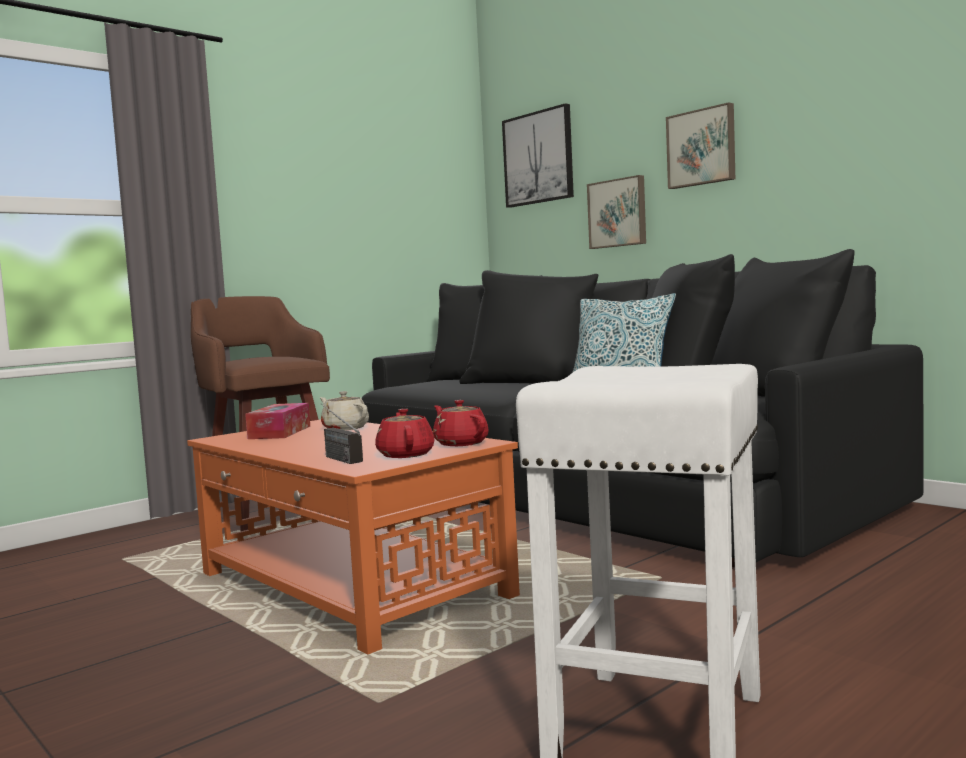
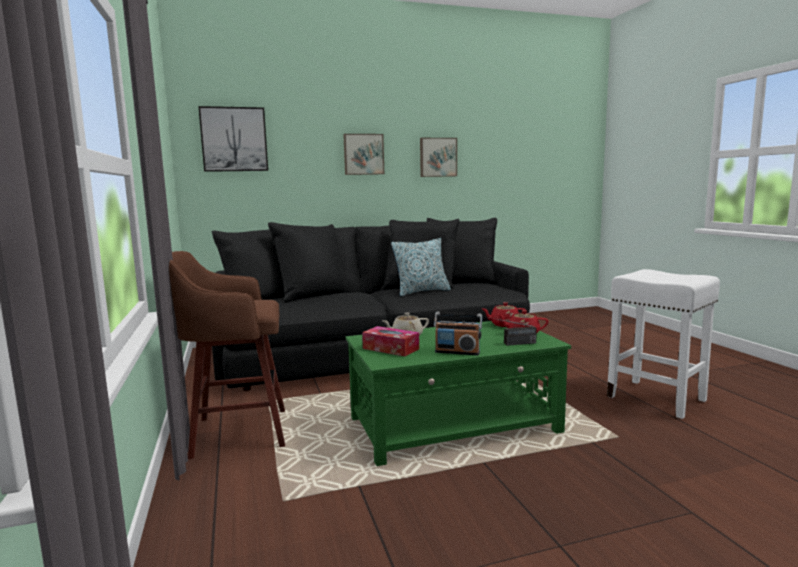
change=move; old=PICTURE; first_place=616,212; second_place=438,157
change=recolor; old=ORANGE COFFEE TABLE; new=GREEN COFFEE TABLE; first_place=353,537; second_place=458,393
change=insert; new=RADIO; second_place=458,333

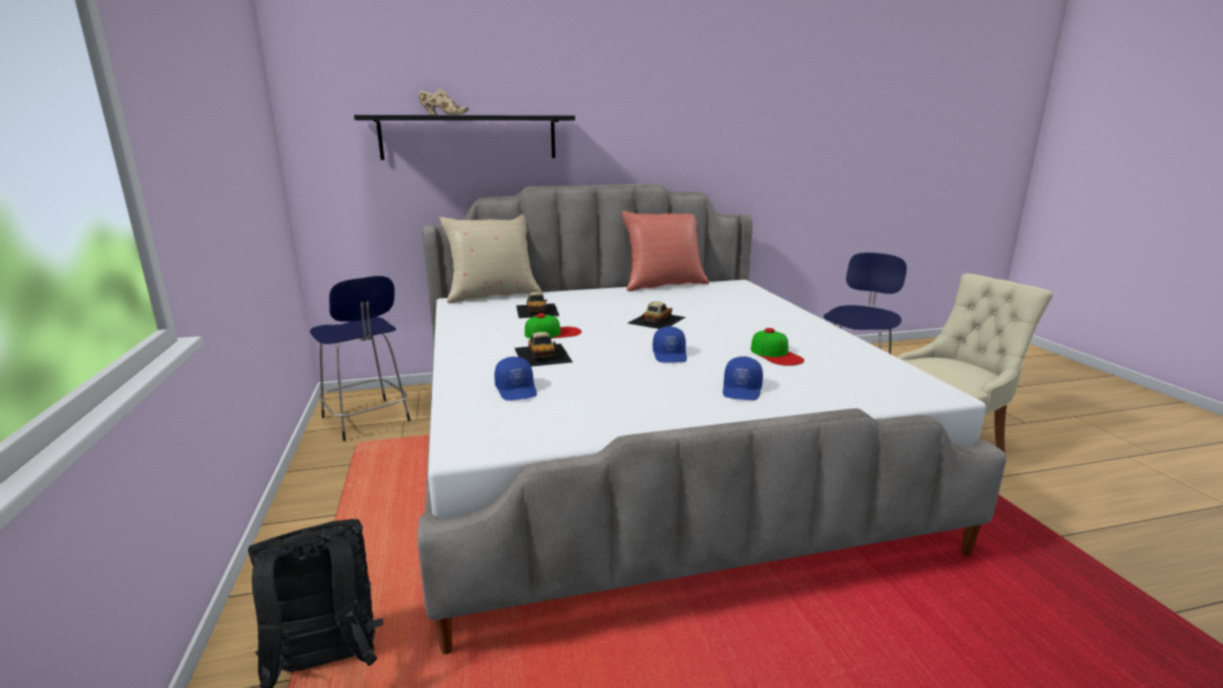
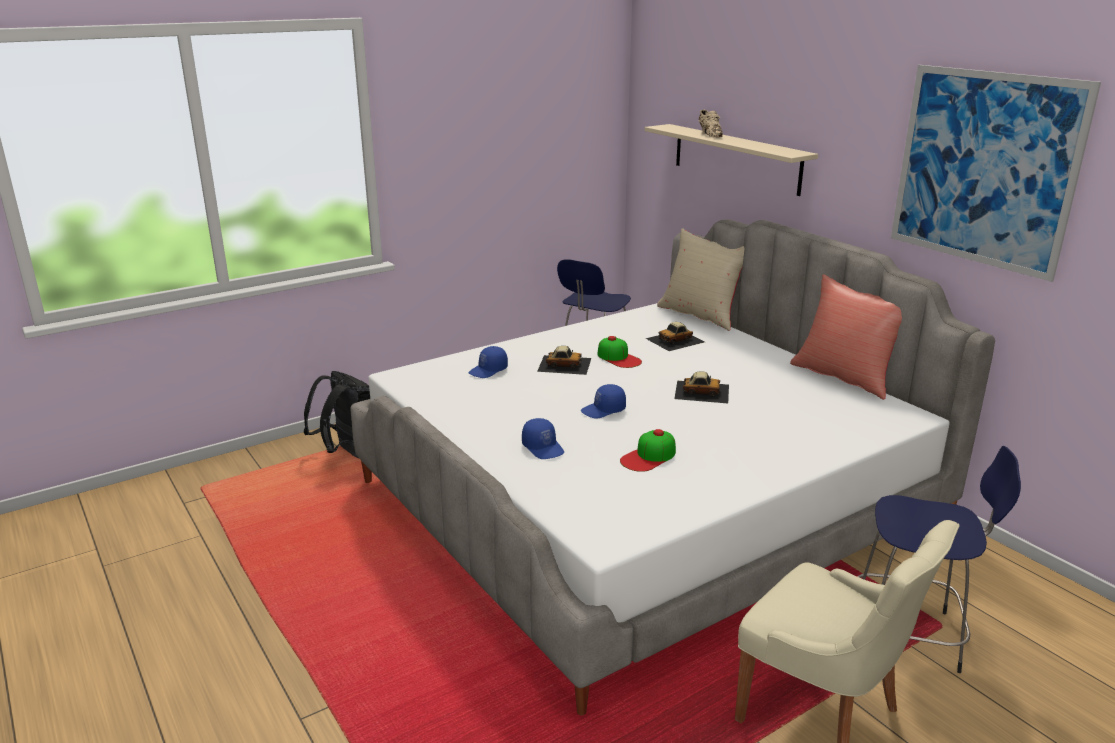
change=recolor; old=BLACK SHELF; new=BEIGE SHELF; first_place=464,137; second_place=731,160
change=rotate; old=TOY CAR; first_place=543,349; second_place=564,360; degrees=-135
change=rotate; old=BLUE CAP; first_place=743,378; second_place=543,438; degrees=-120
change=insert; new=PICTURE; second_place=996,173

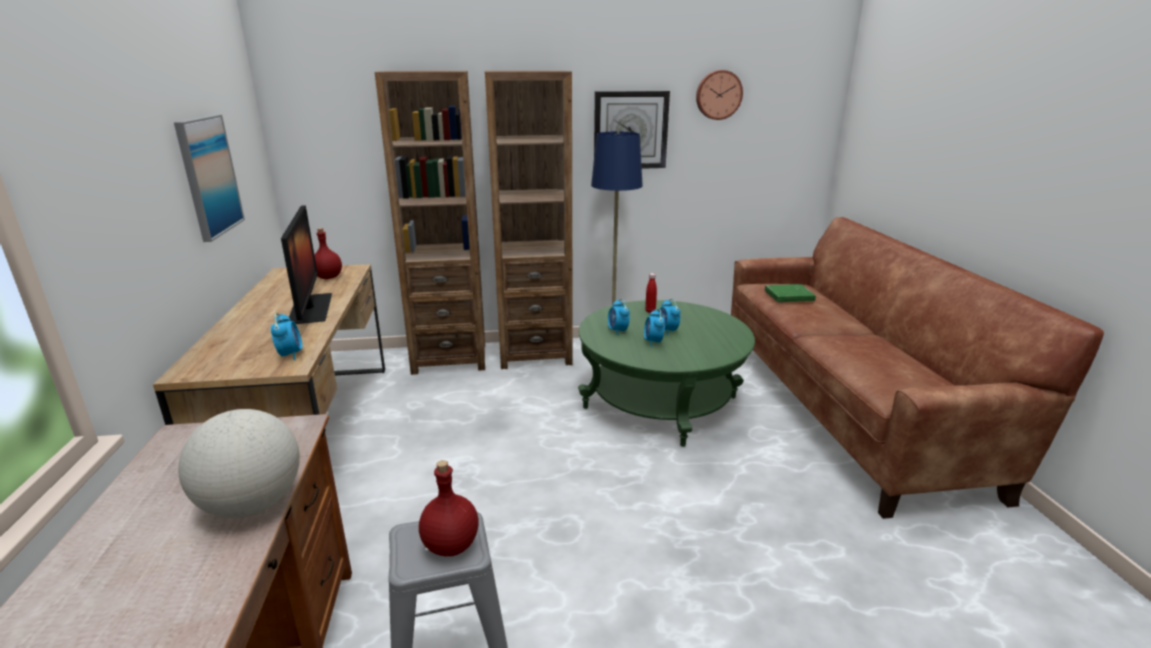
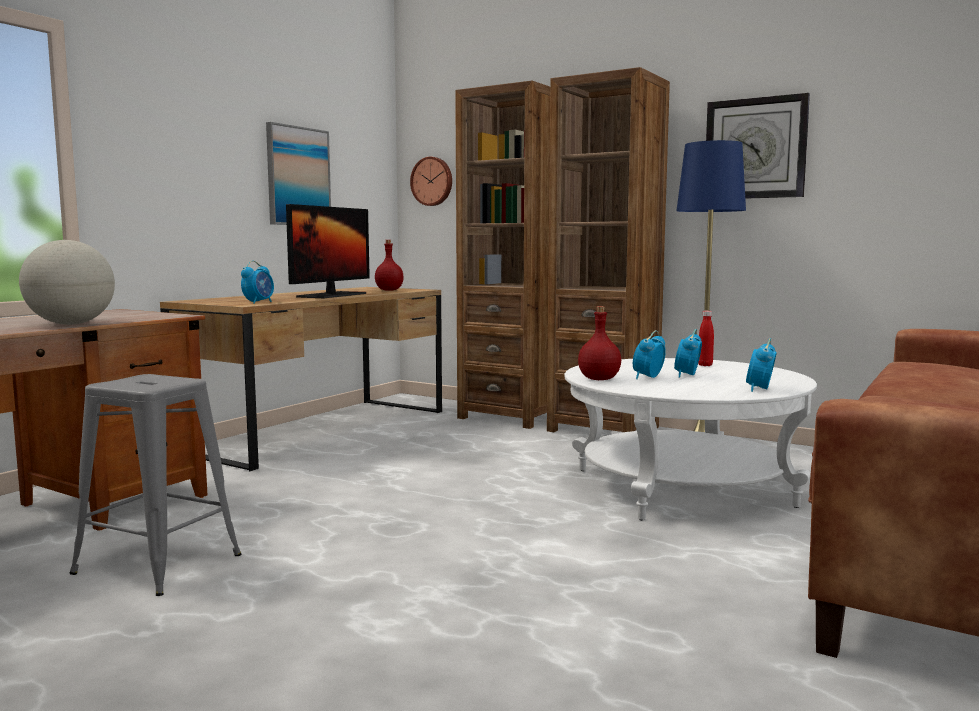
change=move; old=WALL CLOCK; first_place=719,95; second_place=431,181
change=delete; old=GREEN BOOK; first_place=790,293
change=move; old=ALARM CLOCK; first_place=619,317; second_place=761,365
change=recolor; old=GREEN COFFEE TABLE; new=WHITE COFFEE TABLE; first_place=666,373; second_place=690,439
change=move; old=RED BOTTLE; first_place=449,508; second_place=599,343

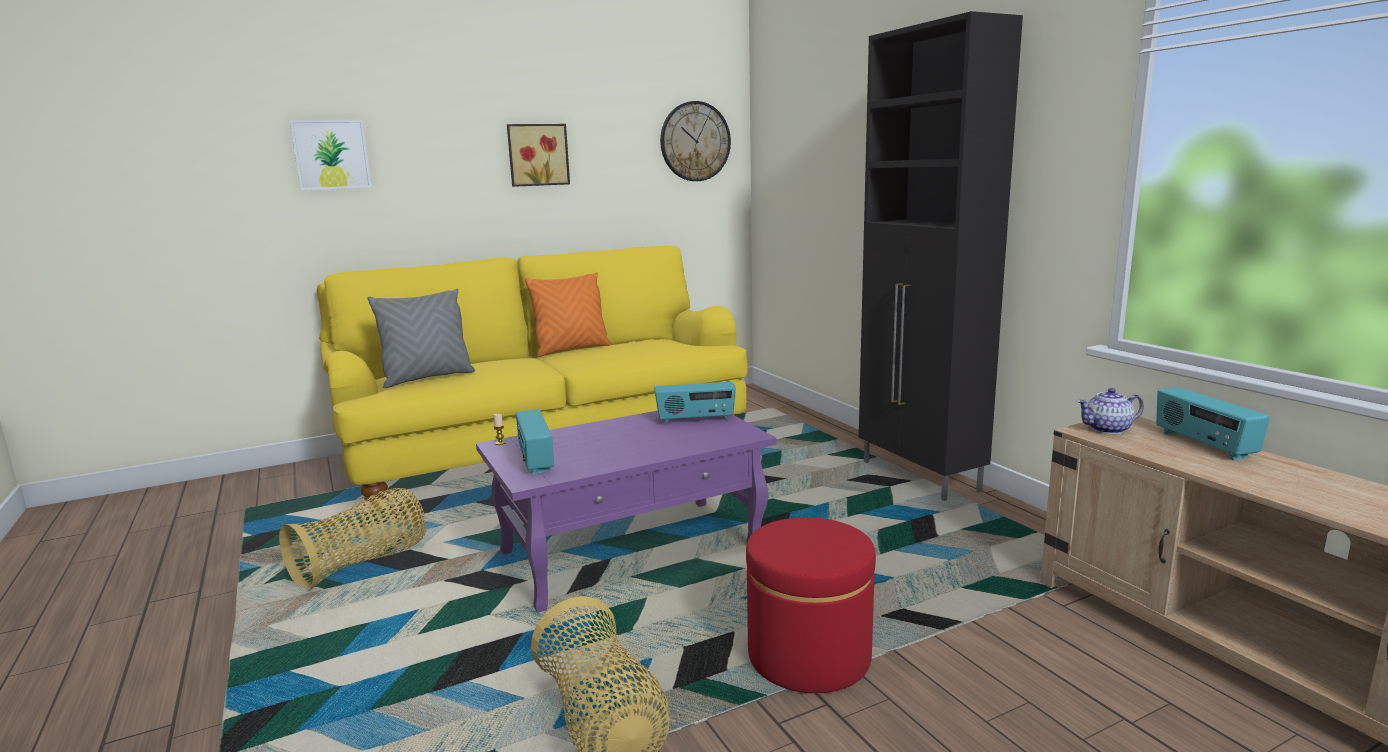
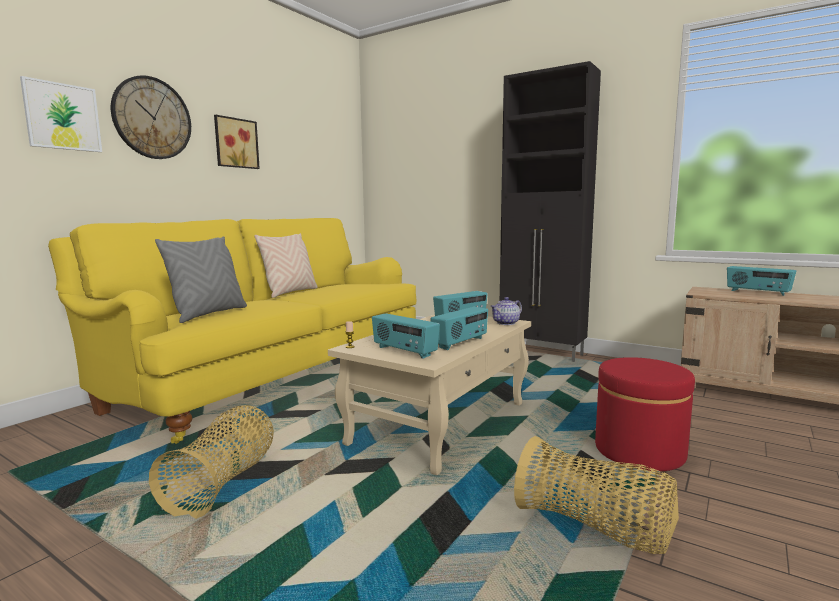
change=move; old=WALL CLOCK; first_place=695,141; second_place=151,117
change=recolor; old=ORANGE PILLOW; new=BEIGE PILLOW; first_place=568,314; second_place=286,265
change=move; old=TEAPOT; first_place=1110,411; second_place=506,311
change=recolor; old=PURPLE COFFEE TABLE; new=BEIGE COFFEE TABLE; first_place=626,512; second_place=429,394
change=insert; new=RADIO; second_place=459,328

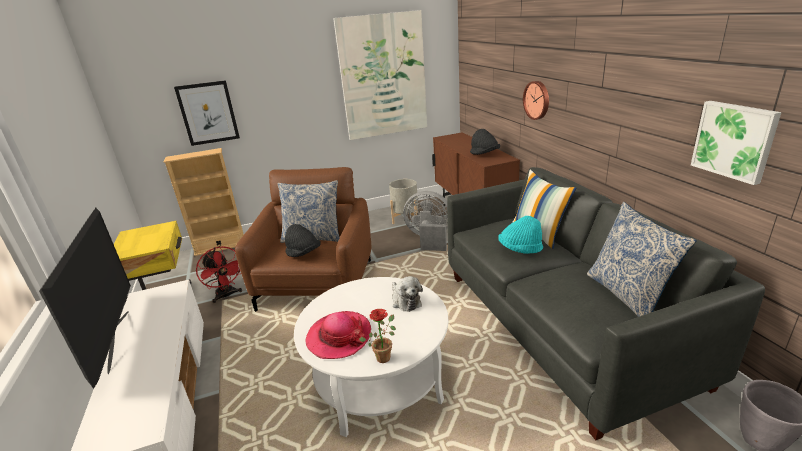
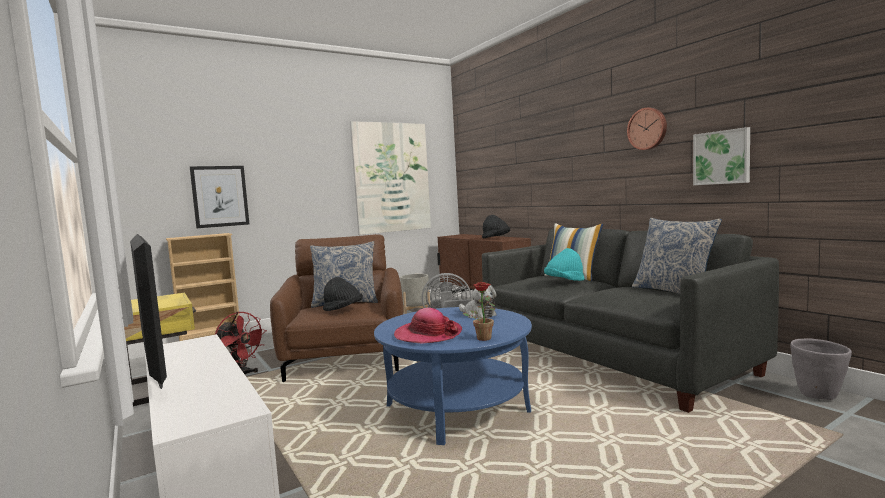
change=move; old=WALL CLOCK; first_place=536,100; second_place=647,129
change=recolor; old=WHITE COFFEE TABLE; new=BLUE COFFEE TABLE; first_place=371,357; second_place=453,376

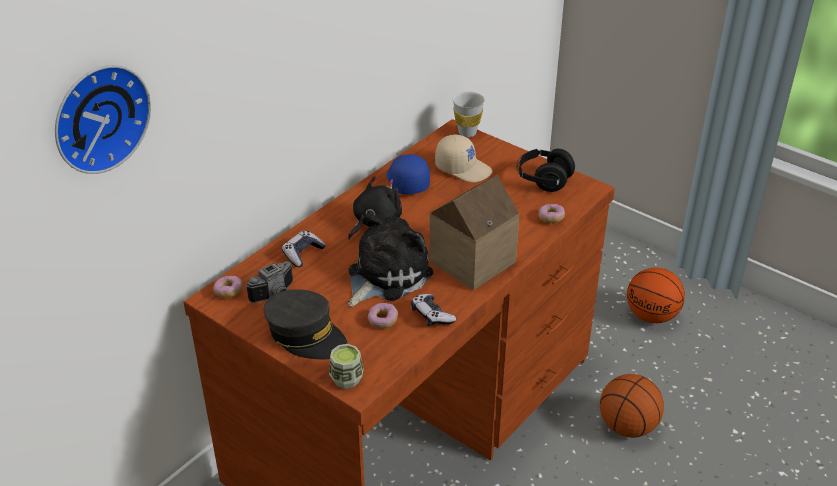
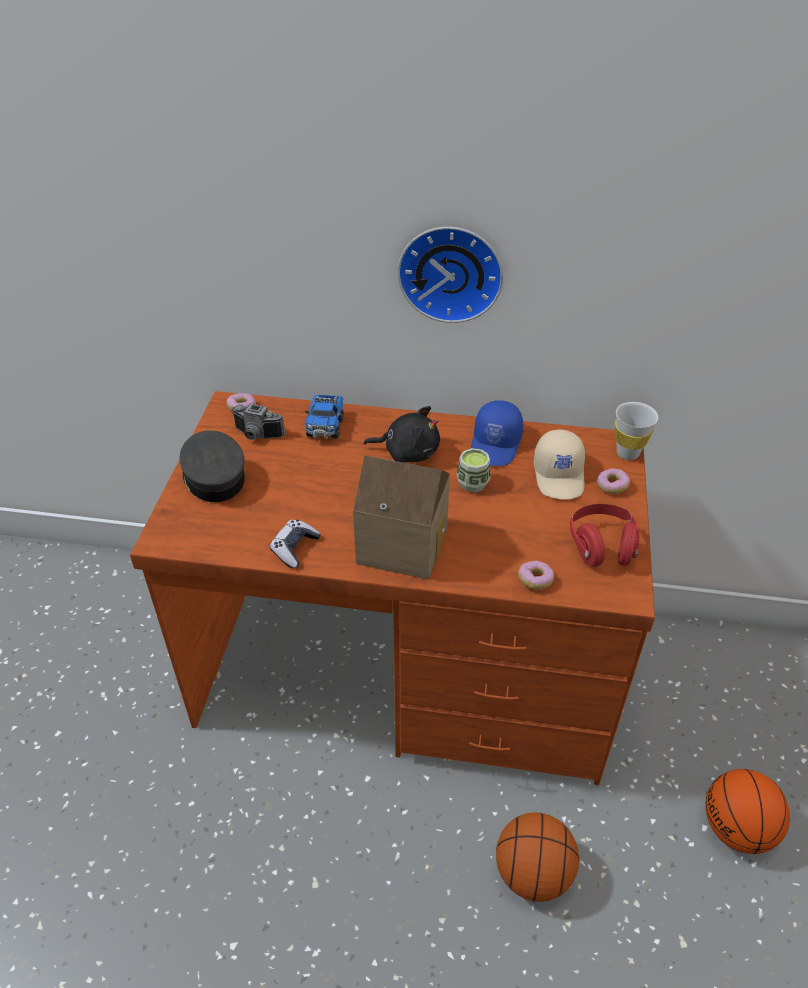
change=move; old=WALL CLOCK; first_place=103,119; second_place=450,275
change=recolor; old=BLACK HEADPHONES; new=RED HEADPHONES; first_place=546,170; second_place=604,535
change=rotate; old=BLUE CAP; first_place=408,174; second_place=497,433; degrees=150
change=delete; old=PLUSH TOY; first_place=390,260
change=replace; old=GAME CONTROLLER; new=TOY TRUCK; first_place=304,249; second_place=324,417
change=rotate; old=GREY CAP; first_place=305,324; second_place=213,466; degrees=150
change=move; old=DONUT; first_place=383,316; second_place=613,481
change=move; old=CUP; first_place=346,366; second_place=474,470

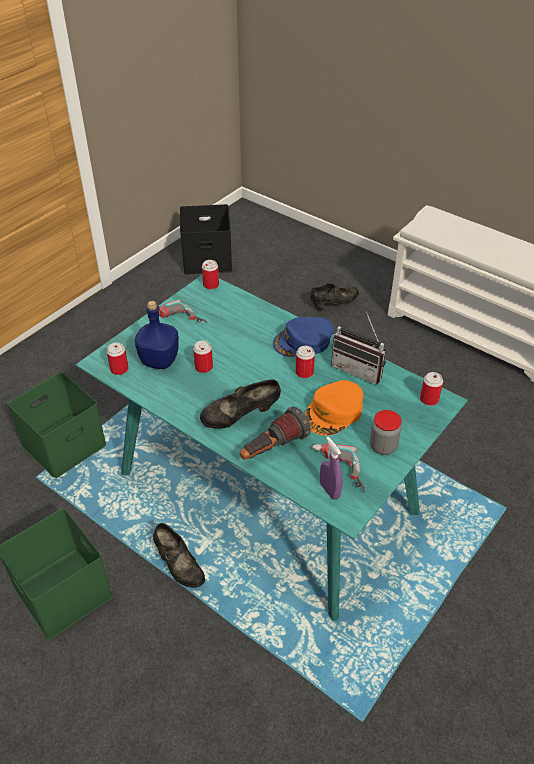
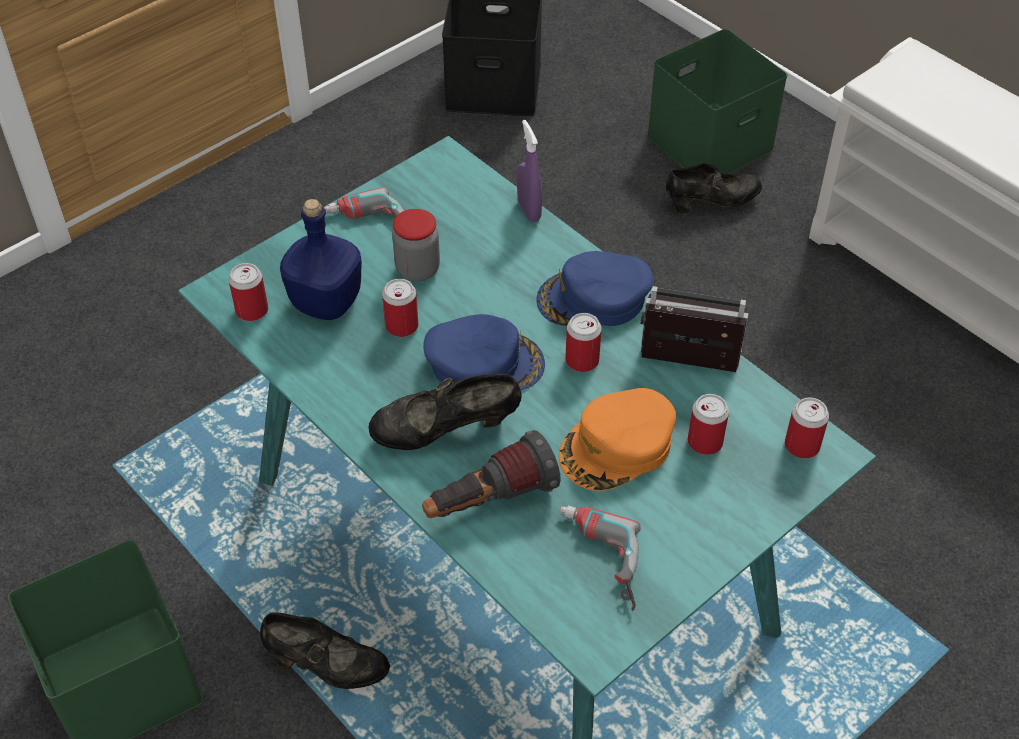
change=move; old=CAN; first_place=210,274; second_place=708,424
change=rotate; old=RADIO; first_place=358,348; second_place=694,329; degrees=150
change=move; old=GREEN STORAGE BOX; first_place=56,425; second_place=717,101
change=move; old=JAR; first_place=386,432; second_place=416,245
change=move; old=PURPLE SPRAY BOTTLE; first_place=331,468; second_place=529,171
change=rotate; old=BLACK SHOE; first_place=179,555; second_place=325,651; degrees=-45
change=insert; new=BLUE CAP; second_place=484,352

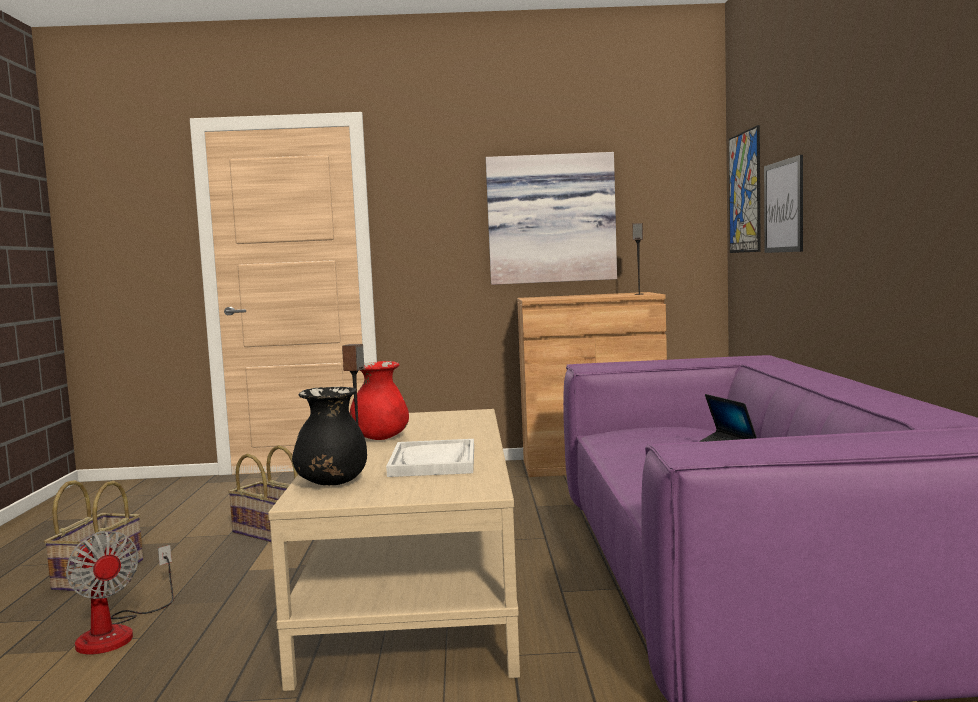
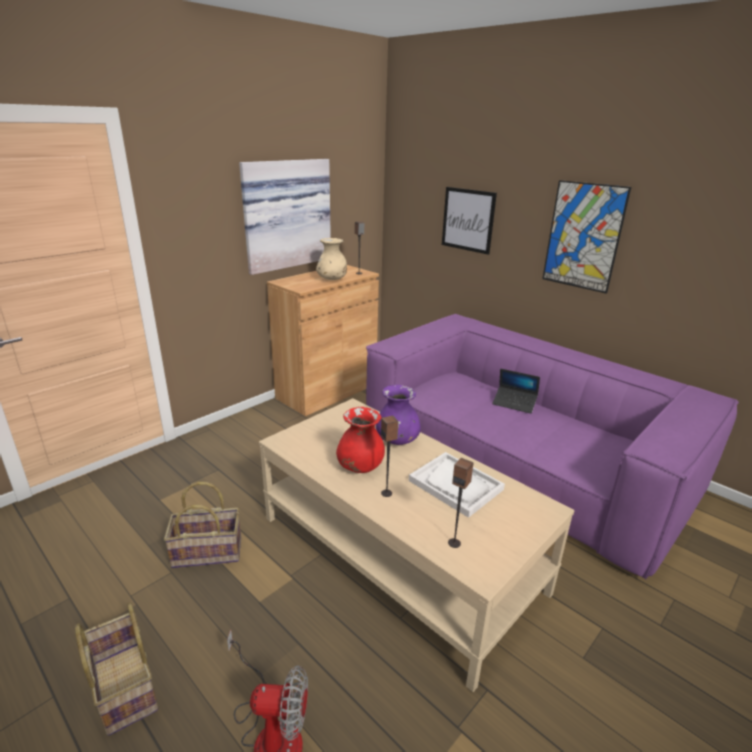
change=move; old=PICTURE; first_place=745,189; second_place=586,237
change=replace; old=BLACK VASE; new=SPEAKER; first_place=329,436; second_place=461,503
change=insert; new=BEIGE VASE; second_place=331,259
change=insert; new=PURPLE VASE; second_place=398,415

